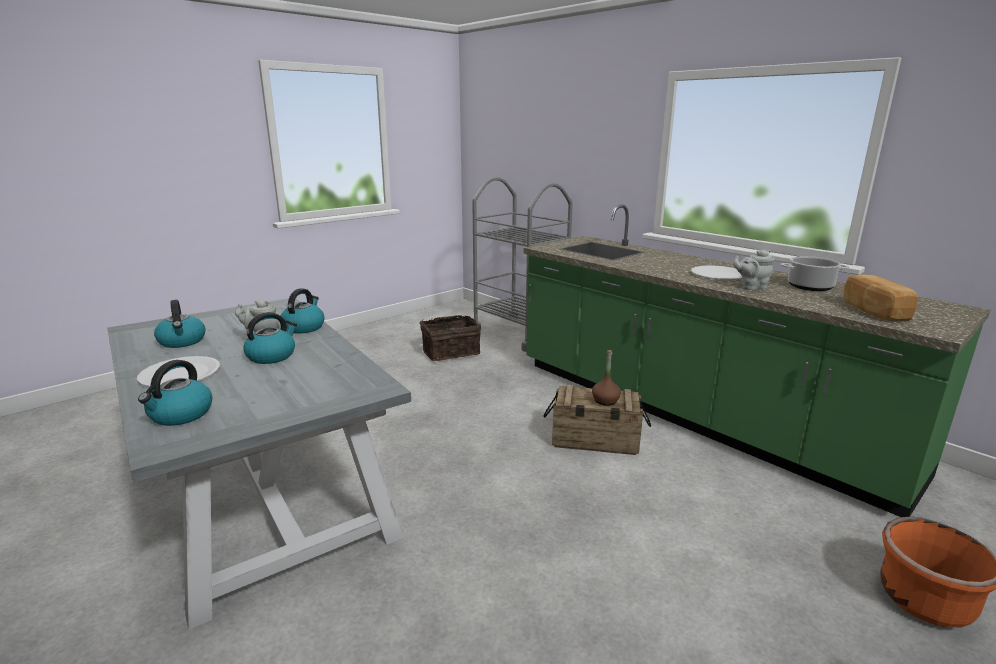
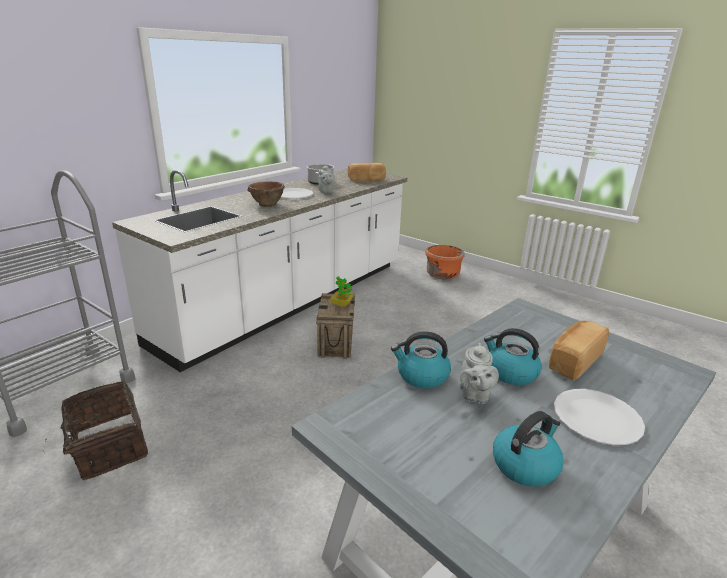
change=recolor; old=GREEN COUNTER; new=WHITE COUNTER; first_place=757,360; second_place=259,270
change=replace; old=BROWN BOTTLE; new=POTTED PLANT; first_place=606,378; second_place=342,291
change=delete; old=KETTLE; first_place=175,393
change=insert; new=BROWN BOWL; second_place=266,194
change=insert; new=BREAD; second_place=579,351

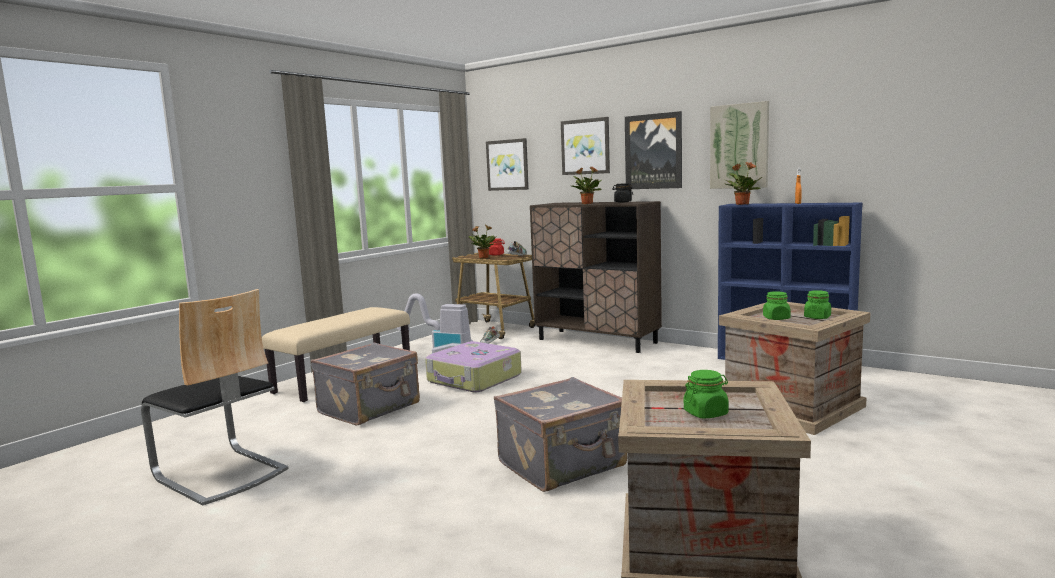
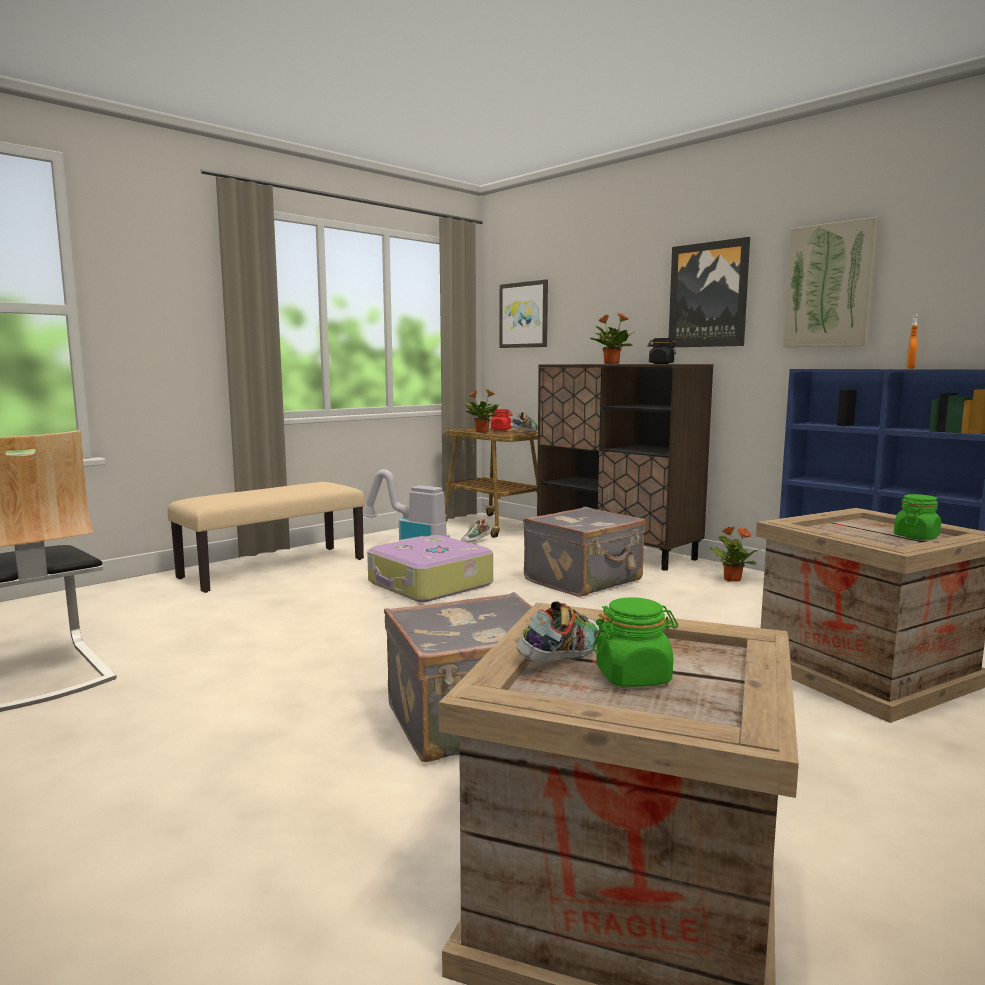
change=delete; old=PICTURE; first_place=585,146
change=move; old=POTTED PLANT; first_place=743,183; second_place=733,553
change=delete; old=GREEN JAR; first_place=777,305
change=move; old=GREY SUITCASE; first_place=365,384; second_place=584,552
change=insert; new=SHOE; second_place=559,632

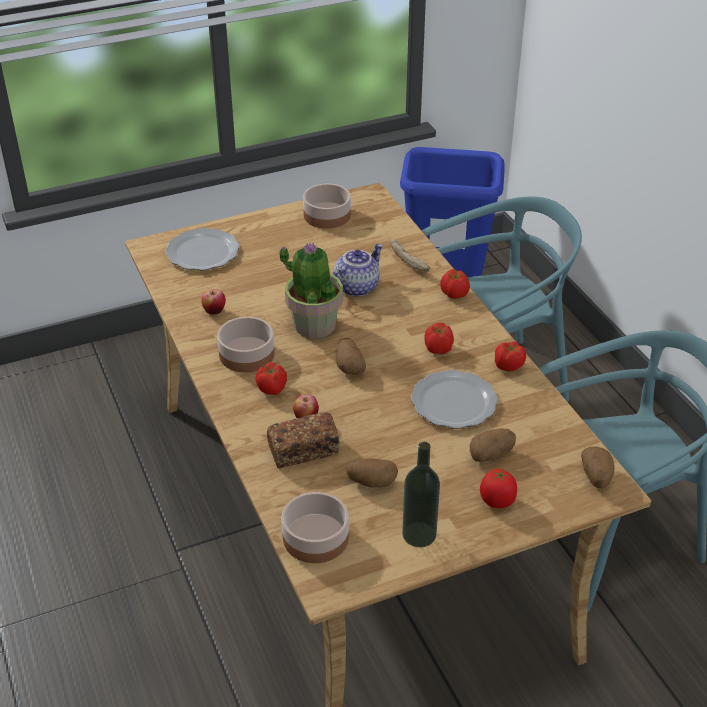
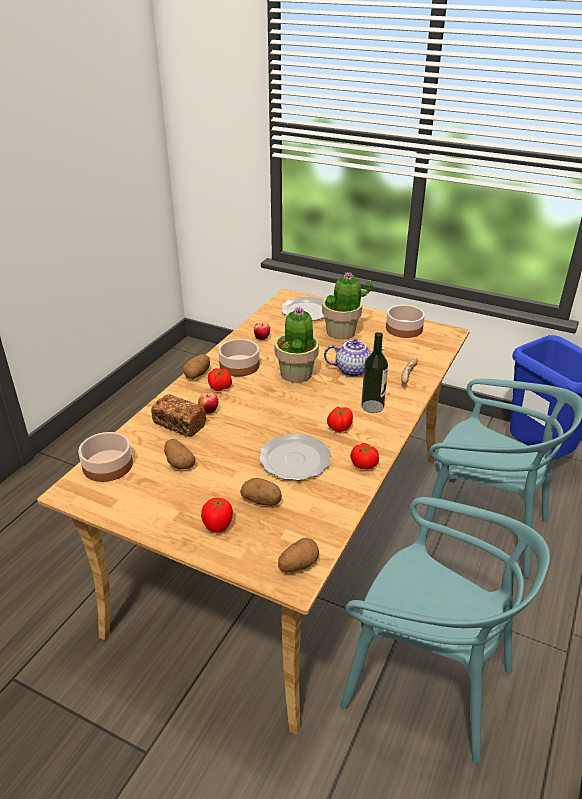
change=delete; old=TOMATO; first_place=455,284
change=move; old=POTATO; first_place=351,356; second_place=196,366
change=move; old=BOTTLE; first_place=421,494; second_place=374,372
change=insert; new=POTTED PLANT; second_place=347,306

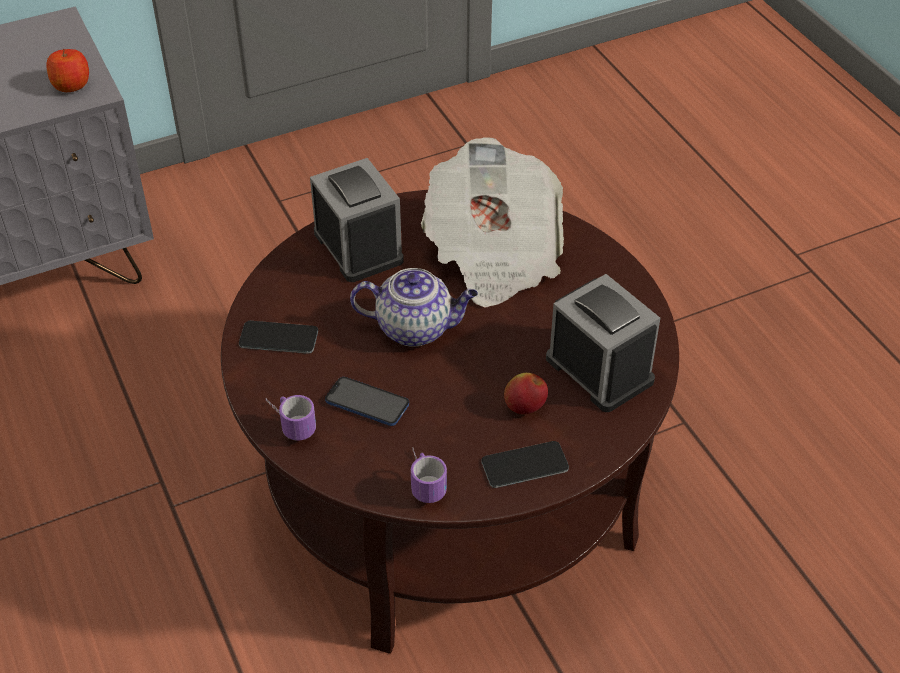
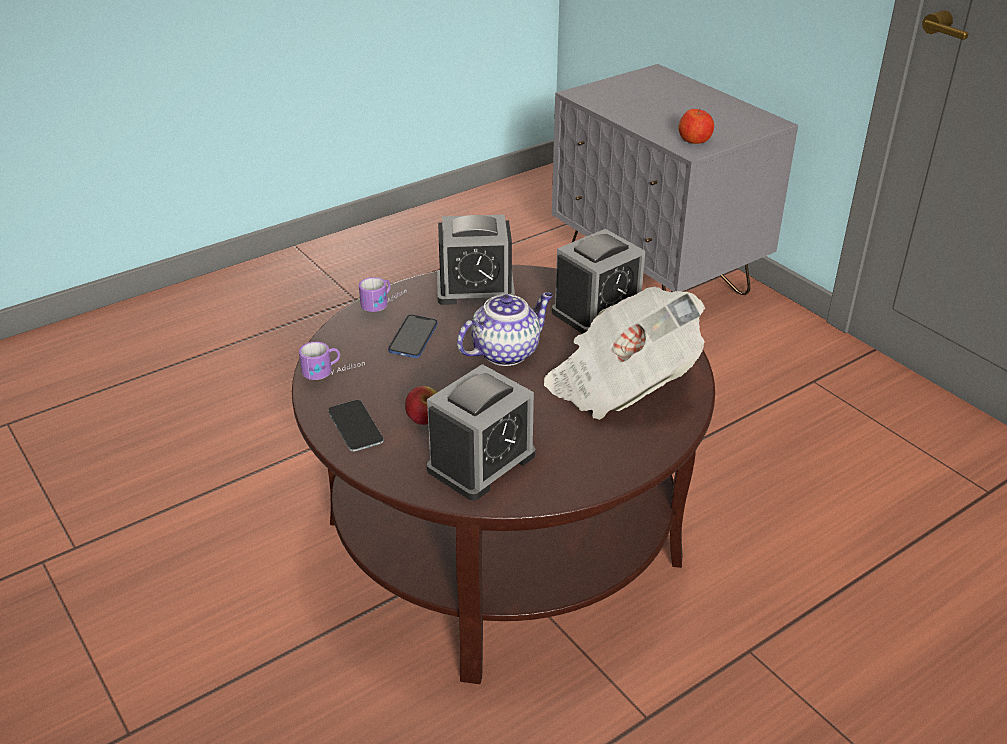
change=rotate; old=TEAPOT; first_place=414,307; second_place=505,329; degrees=-120
change=replace; old=PHONE; new=ALARM CLOCK; first_place=278,337; second_place=476,259

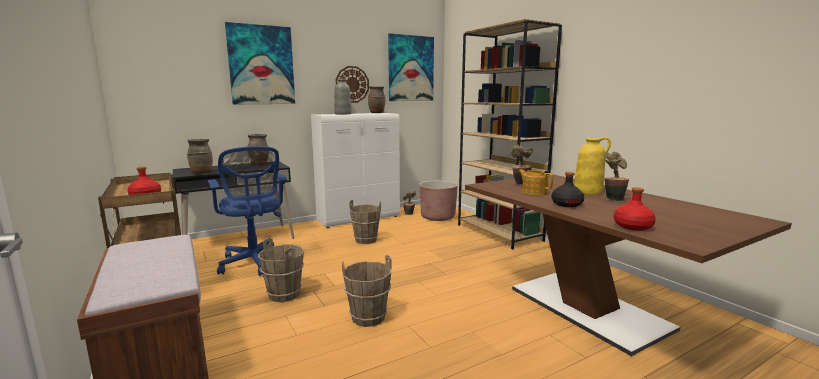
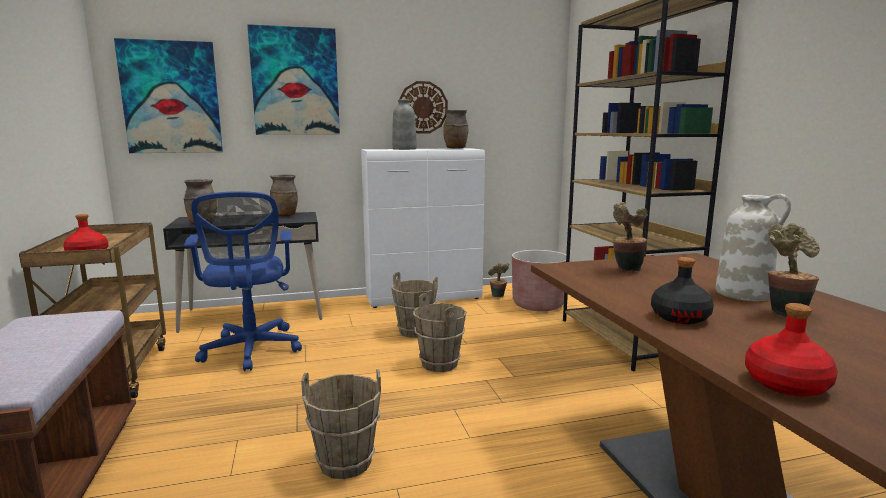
change=move; old=PICTURE; first_place=411,67; second_place=168,95
change=recolor; old=YELLOW VASE; new=WHITE VASE; first_place=592,166; second_place=753,247
change=delete; old=TEAPOT; first_place=535,182
change=move; old=BROWN BUCKET; first_place=281,270; second_place=440,332

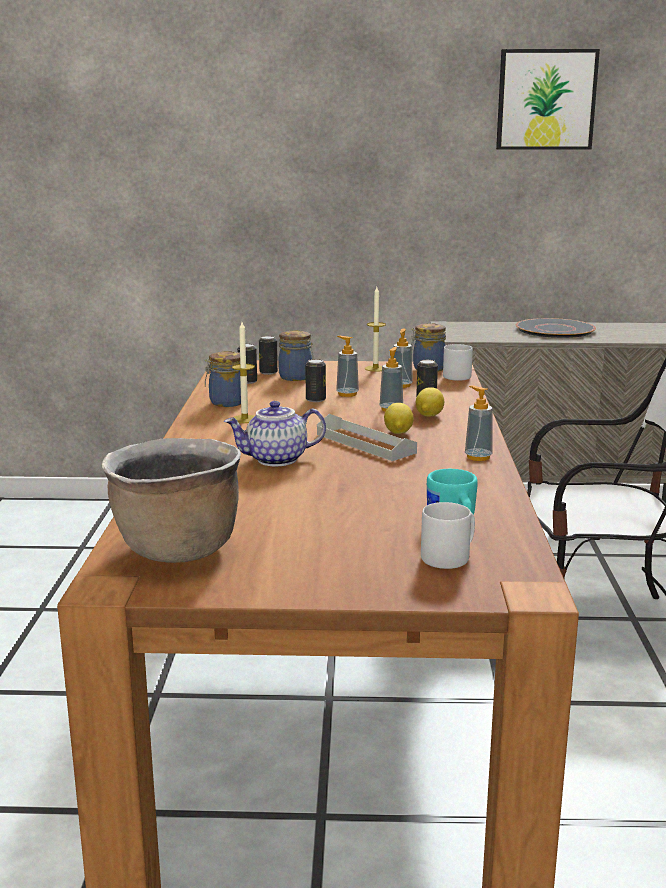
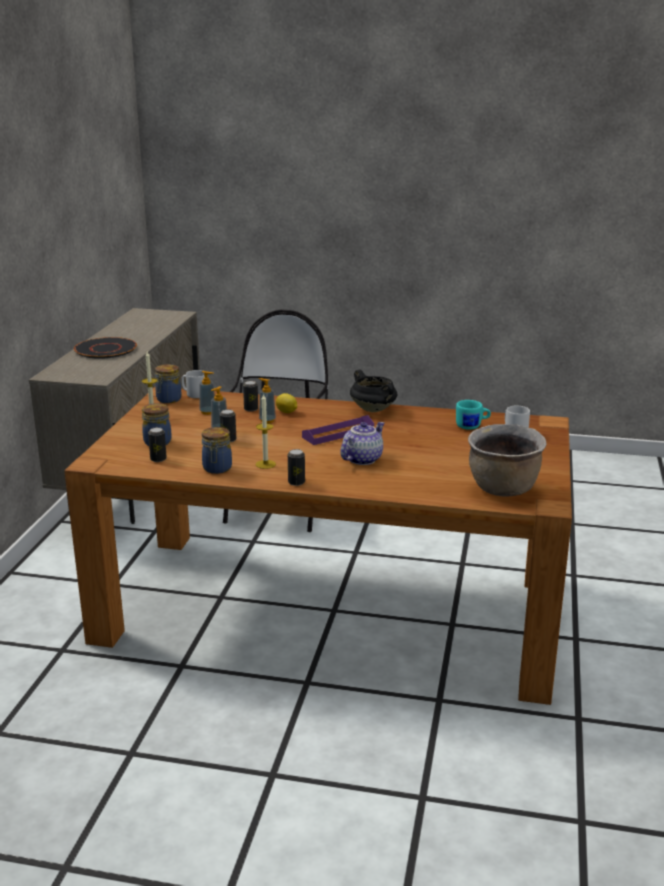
change=delete; old=PICTURE; first_place=548,99
change=move; old=CAN; first_place=268,355; second_place=296,467
change=replace; old=SOAP DISPENSER; new=BLACK COOKING POT; first_place=479,423; second_place=373,391
change=rotate; old=TEAPOT; first_place=275,433; second_place=362,443; degrees=-135
change=delete; old=LEMON; first_place=399,418
change=recolor; old=GREY TRAY; new=PURPLE TRAY; first_place=367,437; second_place=338,430

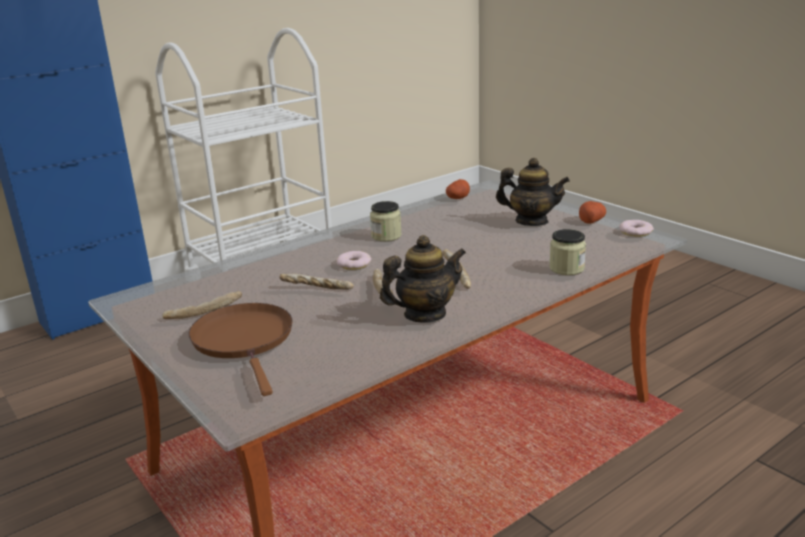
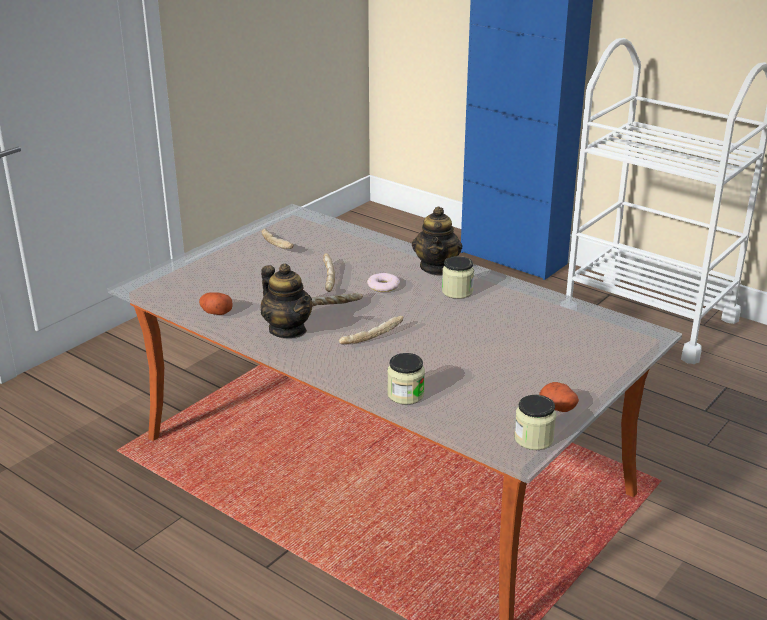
change=move; old=TEAPOT; first_place=533,192; second_place=437,241
change=move; old=POTATO; first_place=458,189; second_place=216,303
change=replace; old=DONUT; new=JAR; first_place=636,228; second_place=535,422
change=delete; old=BROWN FRYING PAN; first_place=240,349

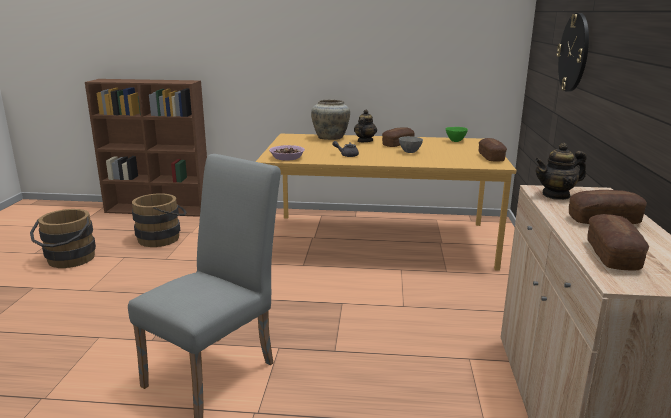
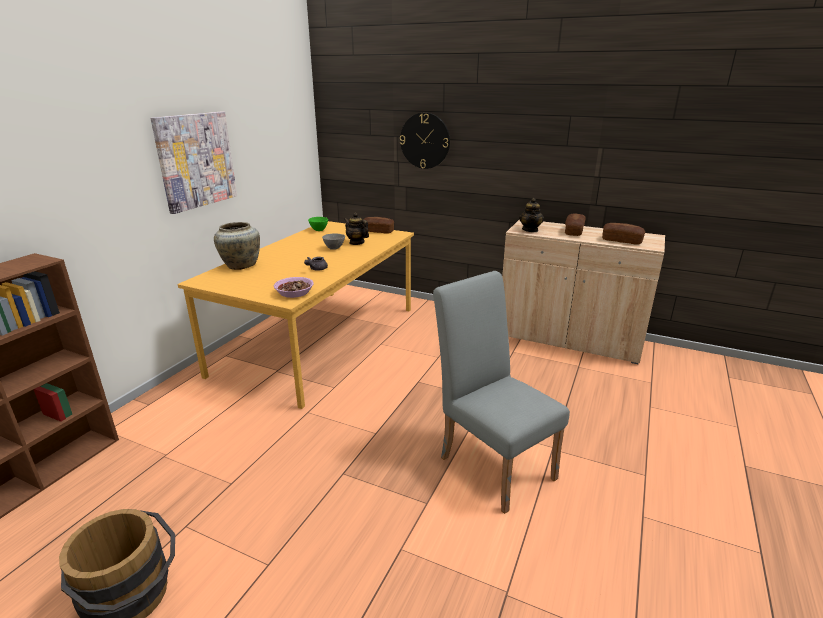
change=move; old=TEAPOT; first_place=365,125; second_place=356,229
change=delete; old=BREAD; first_place=398,137
change=delete; old=BROWN BUCKET; first_place=159,220
change=insert; new=PICTURE; second_place=193,163

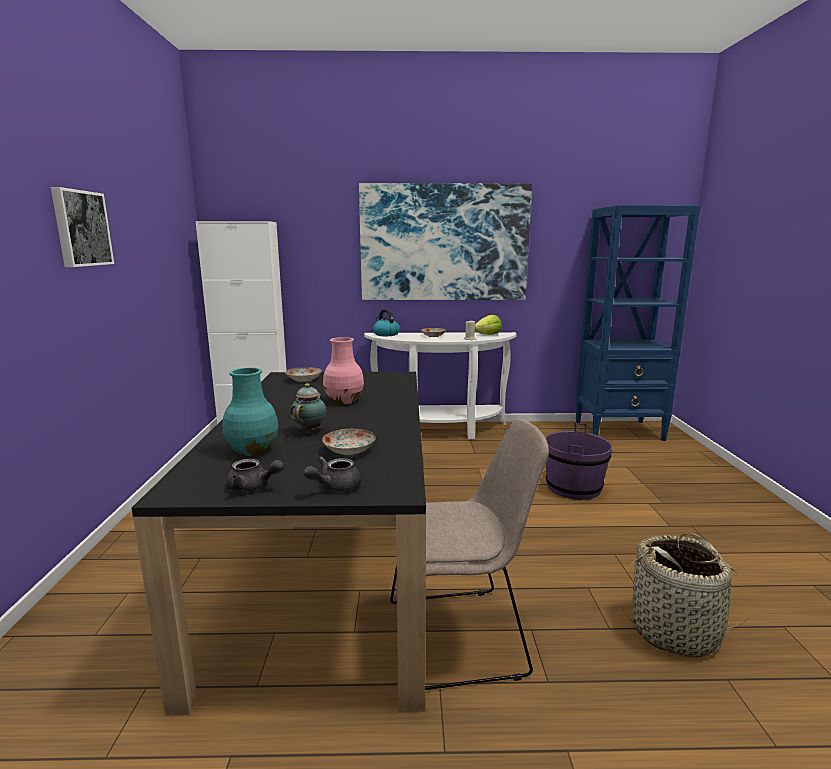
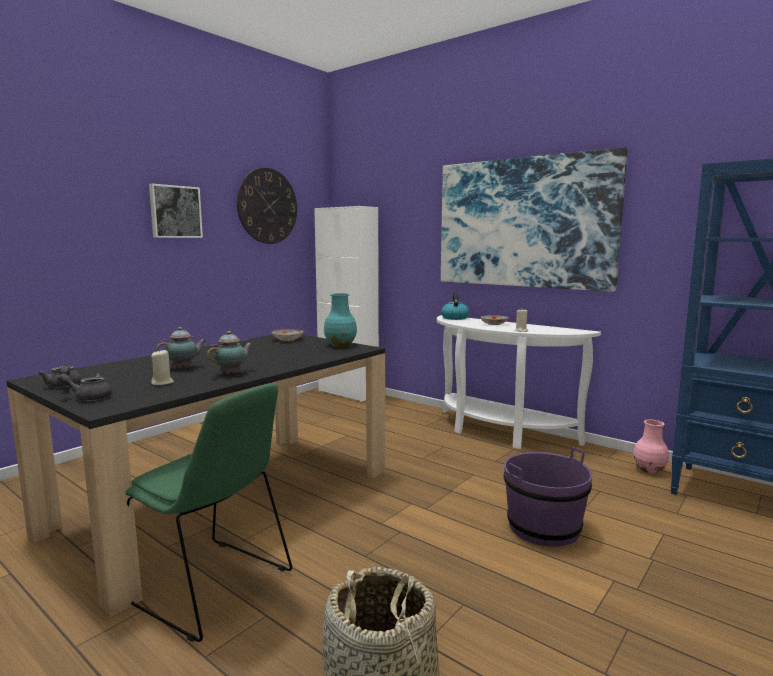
change=delete; old=LETTUCE; first_place=488,325
change=move; old=PINK VASE; first_place=343,370; second_place=651,446
change=move; old=TURQUOISE VASE; first_place=250,412; second_place=340,320
change=recolor; old=BEIGE CHAIR; new=GREEN CHAIR; first_place=469,554; second_place=209,512
change=replace; old=PLATE; new=BEIGE CANDLE; first_place=349,442; second_place=162,367
change=insert; new=WALL CLOCK; second_place=267,206
change=insert; new=TEAPOT; second_place=230,353

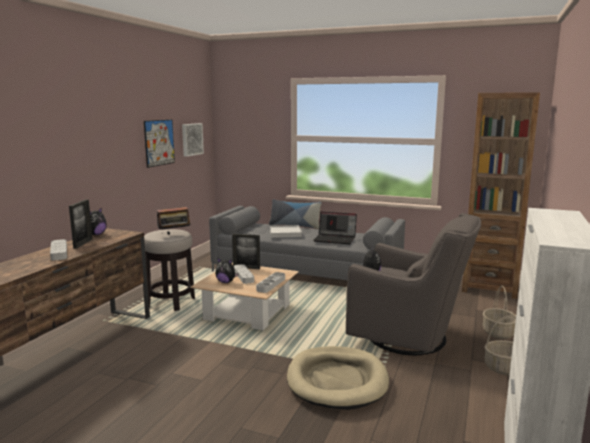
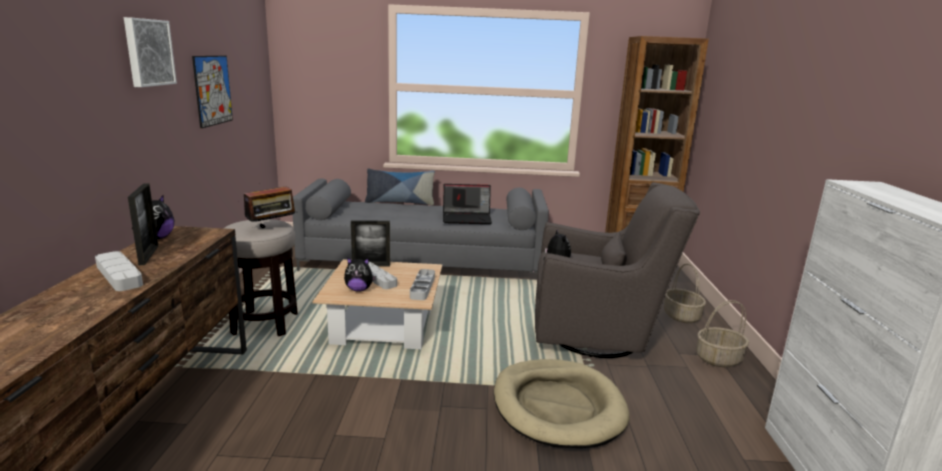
change=move; old=PICTURE; first_place=193,140; second_place=150,52
change=delete; old=WHITE TRAY; first_place=286,231

